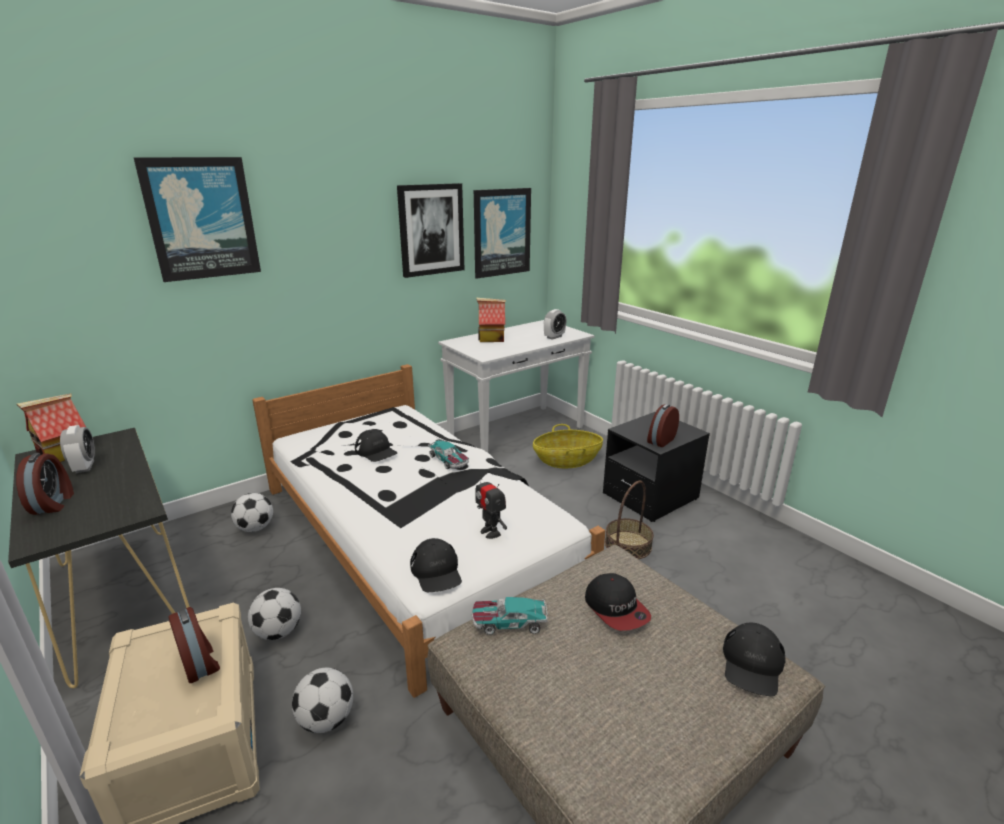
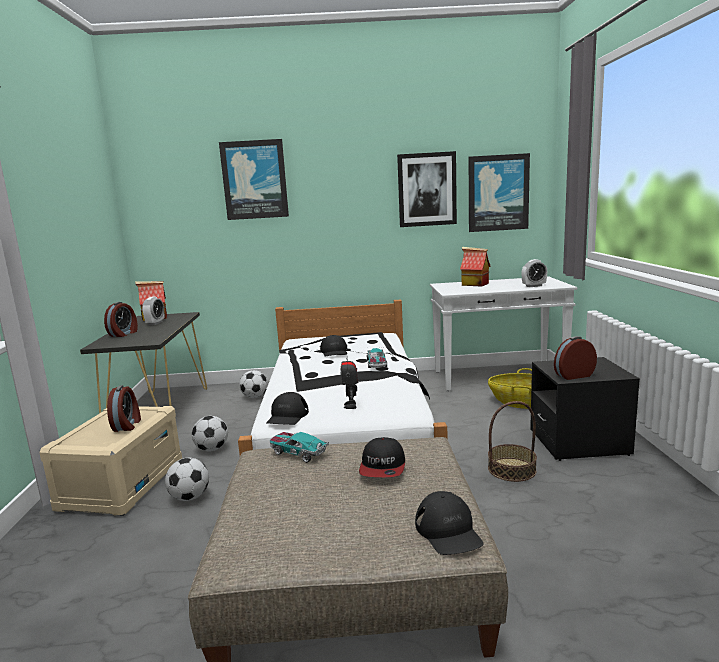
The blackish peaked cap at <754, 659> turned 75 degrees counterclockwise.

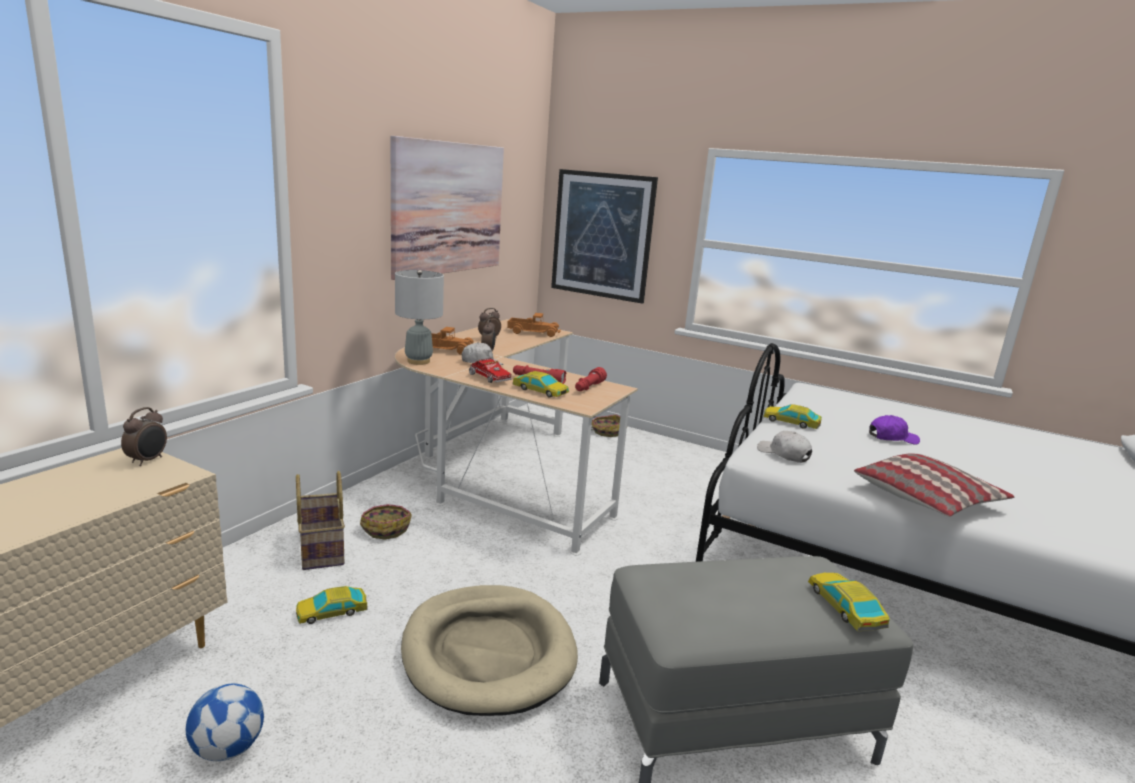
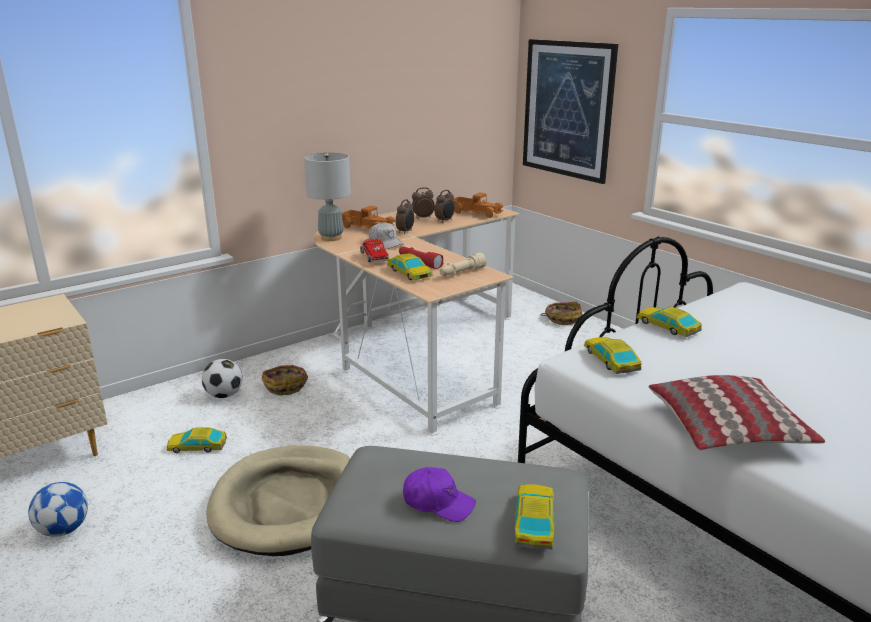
The wall picture at <447, 208> disappeared.
The alarm clock moved from <144, 436> to <444, 206>.
The purple peaked cap moved from <894, 430> to <439, 494>.
The household basket at <320, 520> was replaced by the football at <222, 378>.
The white-coloured peaked cap at <784, 447> was replaced by the miniature car at <613, 355>.
The reddish hand torch at <591, 379> became the beige-coloured hand torch at <463, 264>.

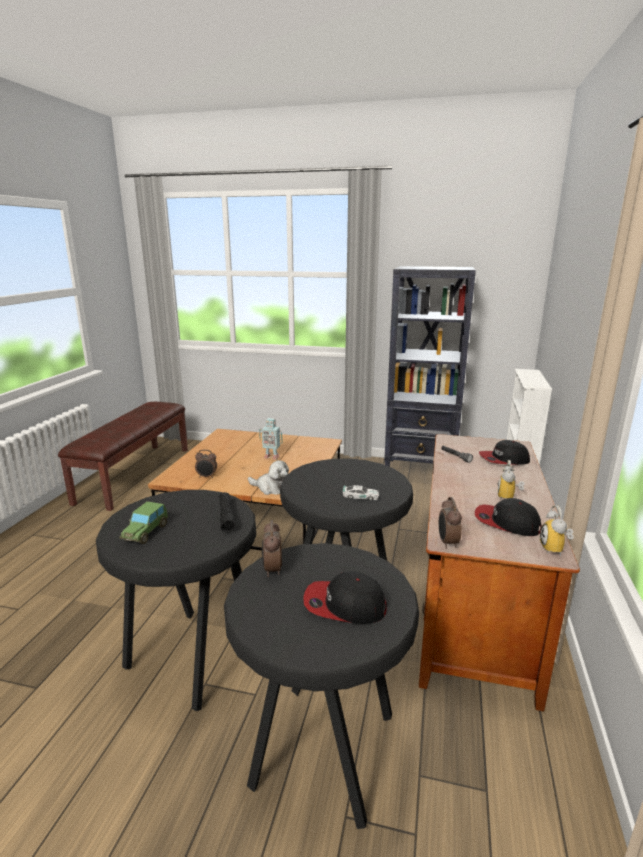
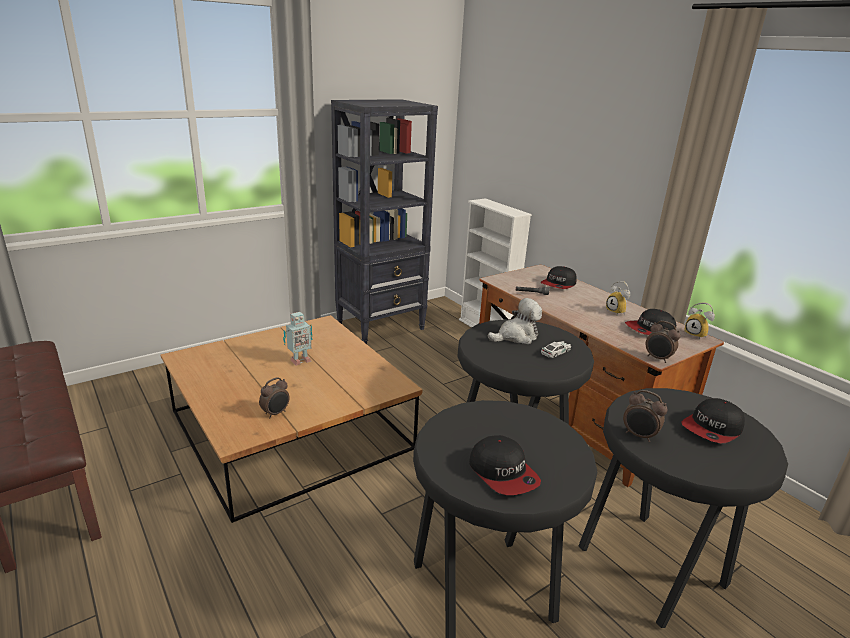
The blackish hand torch at <227, 512> disappeared.
The cuddly toy moved from <268, 477> to <515, 321>.
The miniature car at <143, 522> was replaced by the peaked cap at <505, 465>.

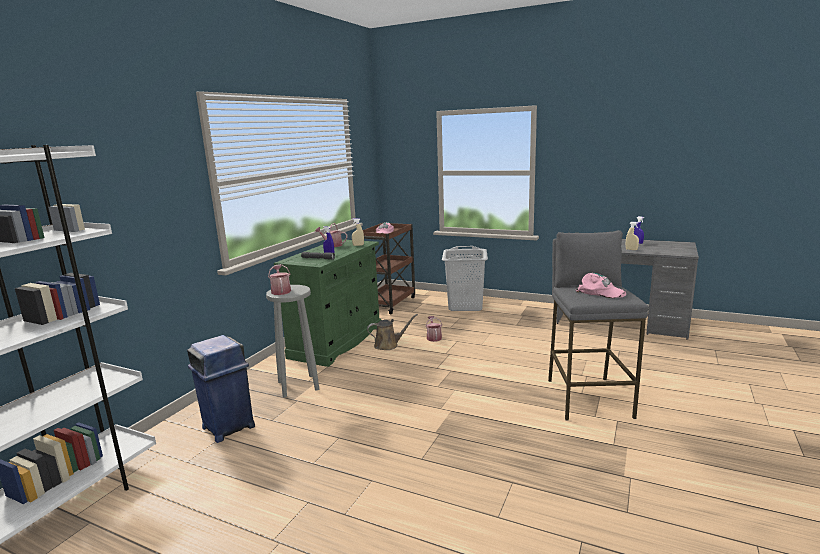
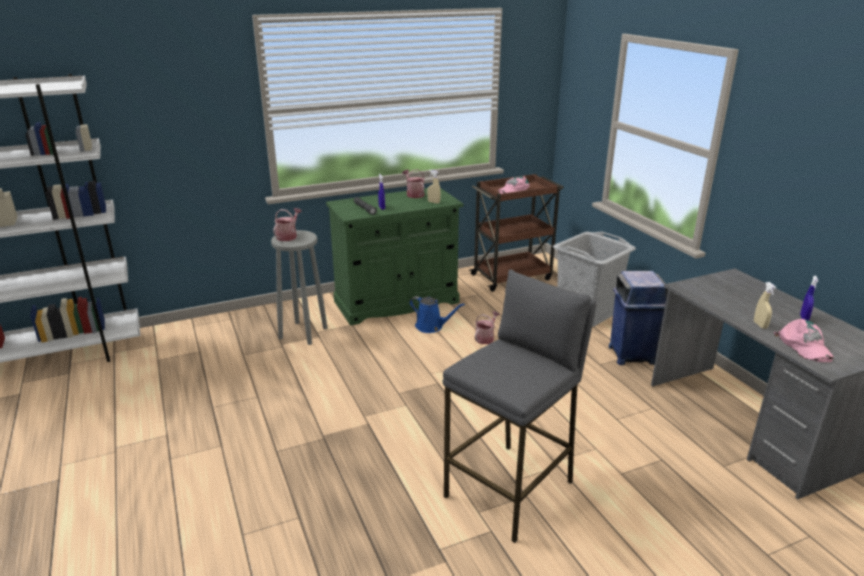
The blue-coloured waste bin moved from <221, 389> to <638, 318>.
The pink-coloured peaked cap moved from <601, 285> to <804, 340>.
The brown-coloured watering can at <392, 332> became the blue-coloured watering can at <437, 314>.

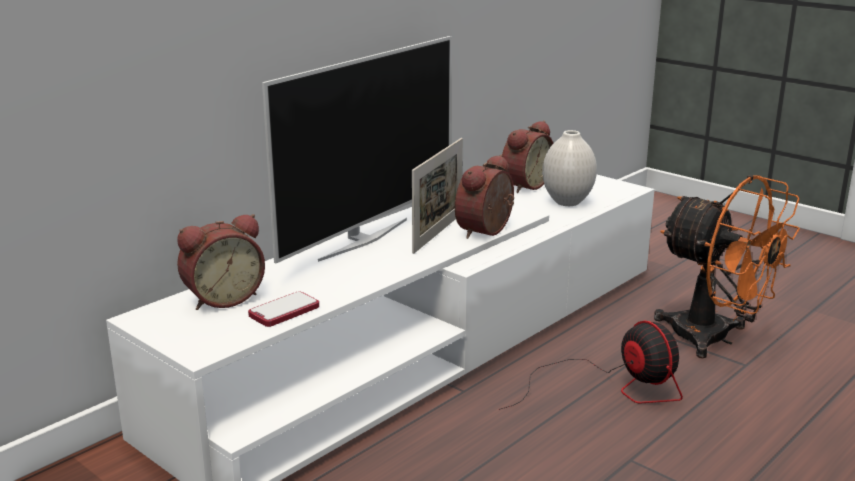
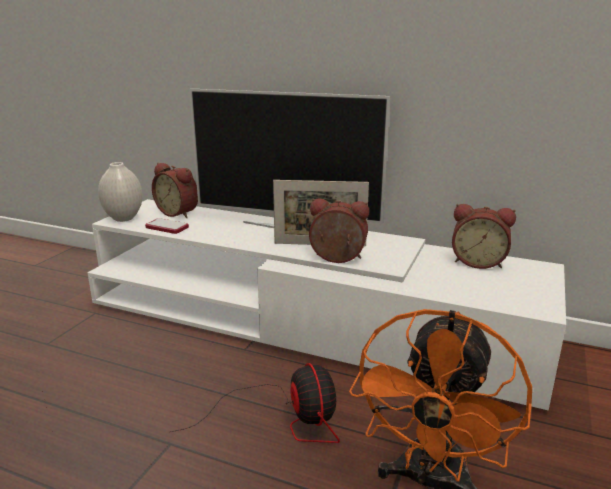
The white-coloured vase moved from <569, 168> to <120, 192>.
The fan at <591, 365> turned 60 degrees counterclockwise.

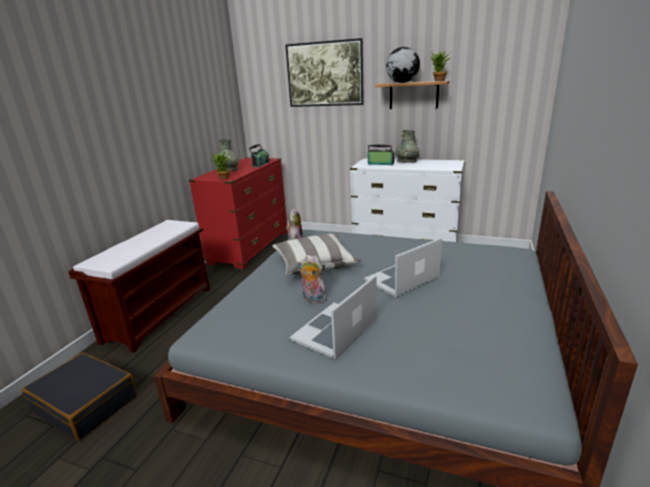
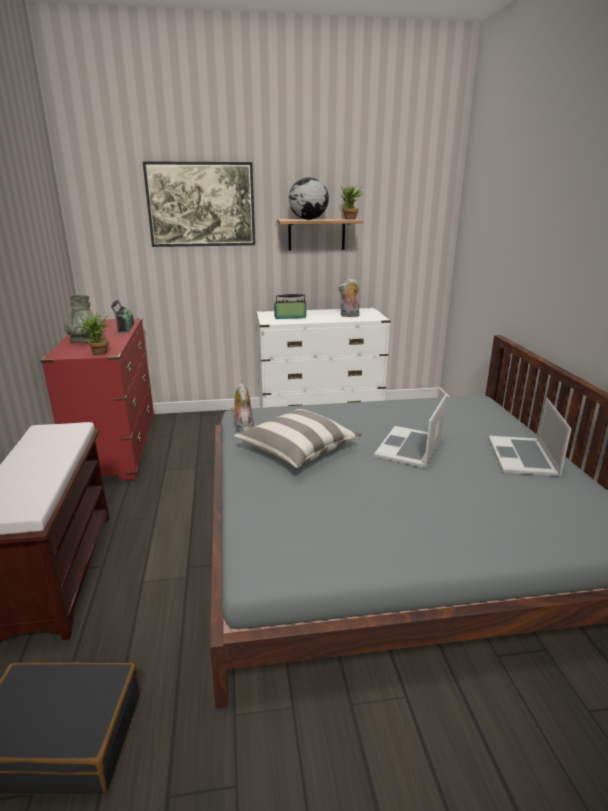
The grey vase at <407, 146> disappeared.
The portable computer moved from <333, 317> to <529, 437>.
The cuddly toy moved from <312, 279> to <349, 297>.

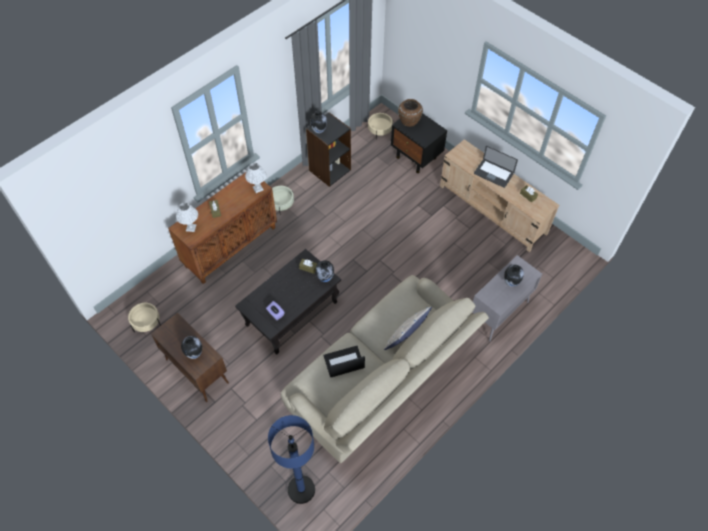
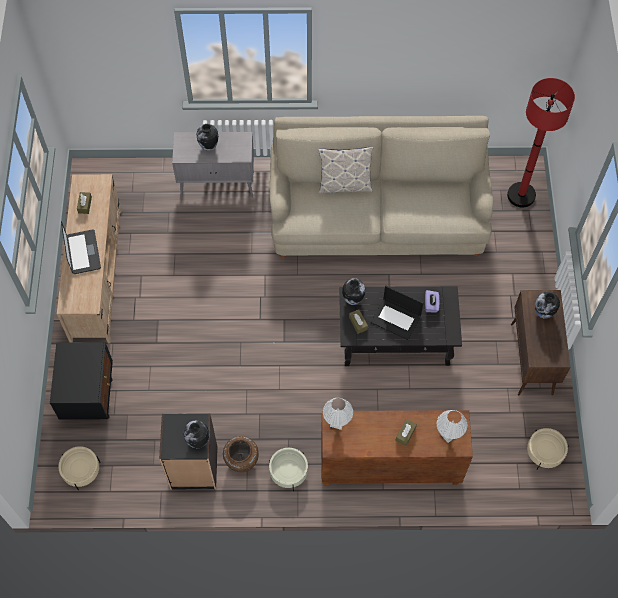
The portable computer moved from <344, 361> to <397, 312>.
The brown-coloured vase moved from <410, 113> to <241, 454>.
The blue-coloured standard lamp at <291, 459> became the reddish standard lamp at <541, 143>.

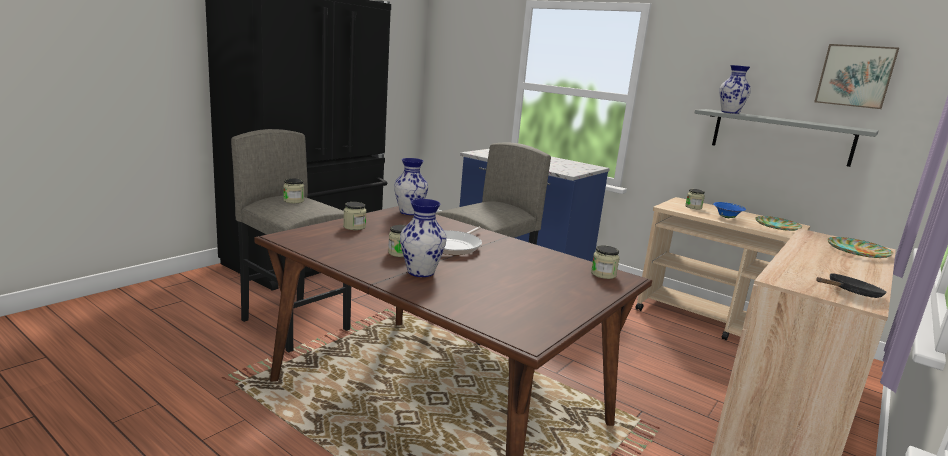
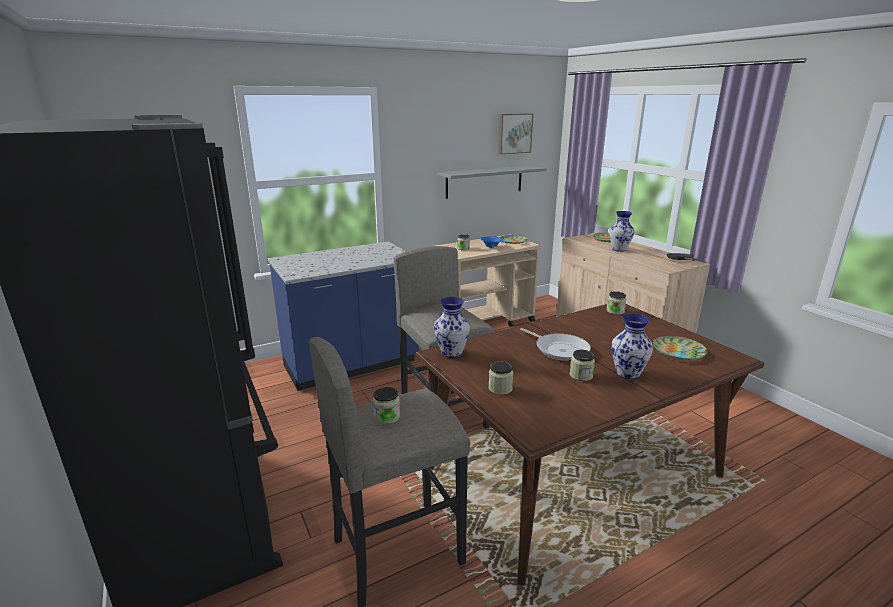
The dinner plate at <680, 348> appeared.
The vase moved from <735, 89> to <621, 231>.

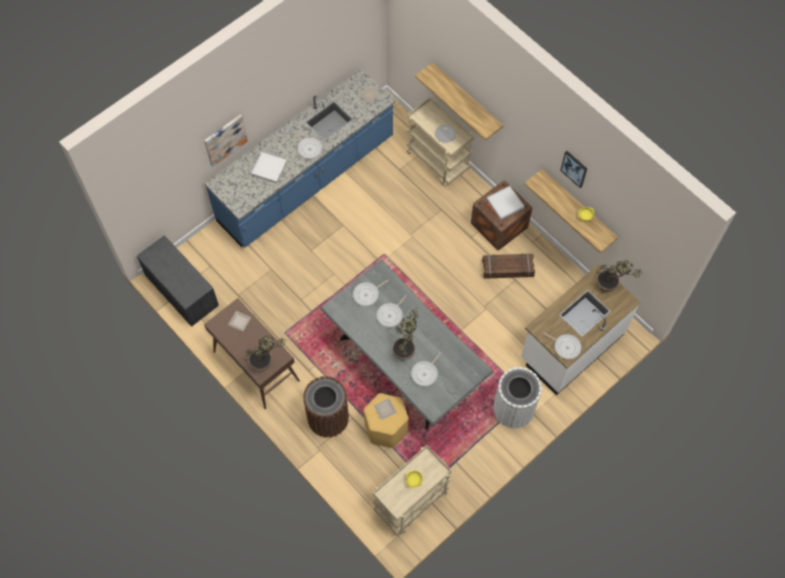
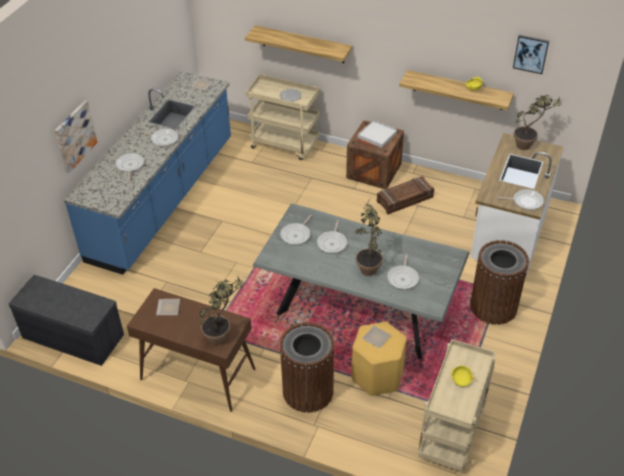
The wall picture moved from <573, 169> to <531, 54>.
The white-coloured tray at <269, 167> was replaced by the frying pan at <130, 168>.
The white-coloured waste bin at <517, 398> became the brown-coloured waste bin at <499, 282>.

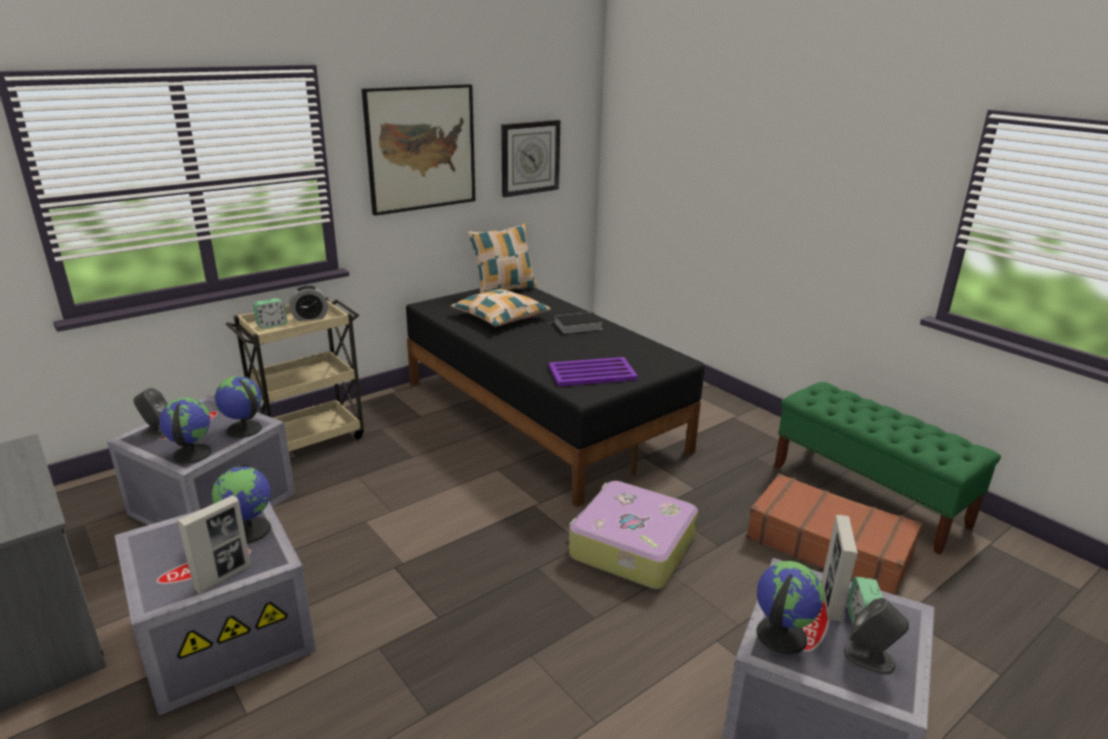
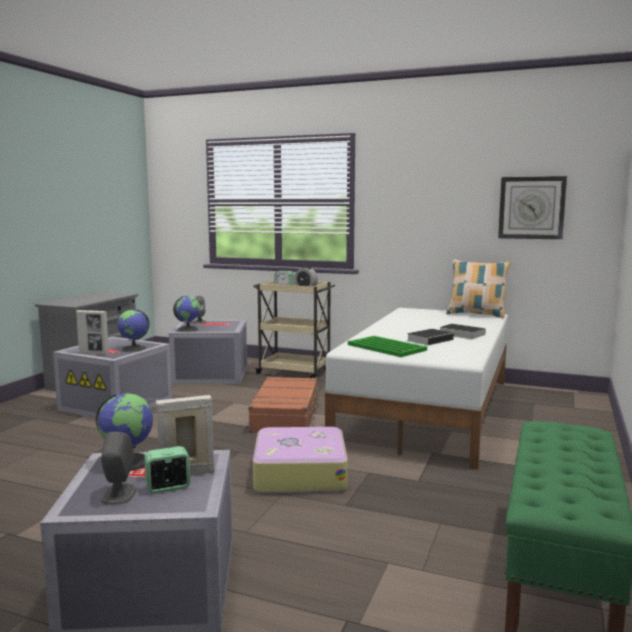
The desk globe at <238, 407> disappeared.
The wall picture at <418, 150> disappeared.
The pillow at <501, 308> disappeared.
The bound book at <430, 337> appeared.
The brown-coloured suitcase moved from <834, 534> to <284, 404>.
The blackish bed at <555, 397> became the white-coloured bed at <416, 389>.
The purple tray at <593, 371> became the green-coloured tray at <387, 346>.

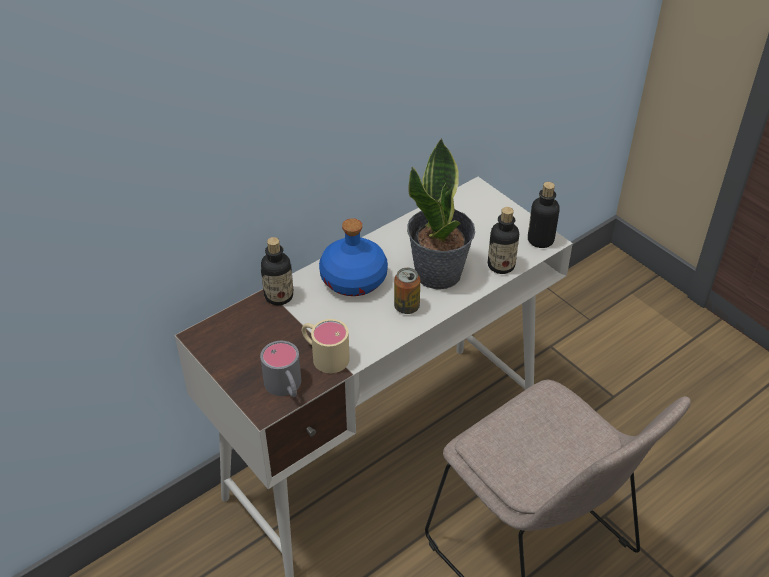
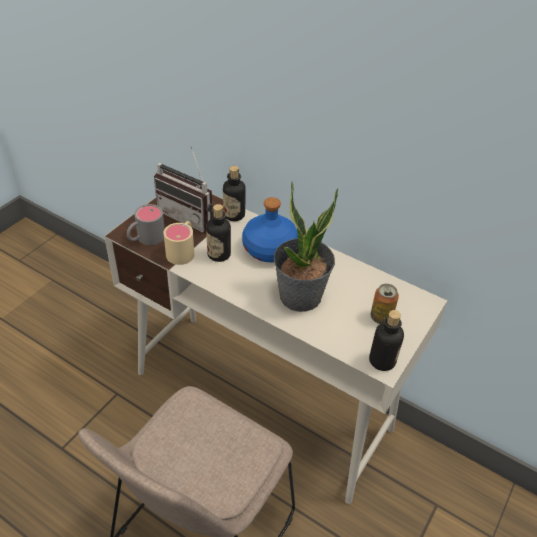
The radio at <183, 189> appeared.
The can moved from <407, 291> to <385, 304>.
The beverage bottle moved from <503, 240> to <218, 233>.

